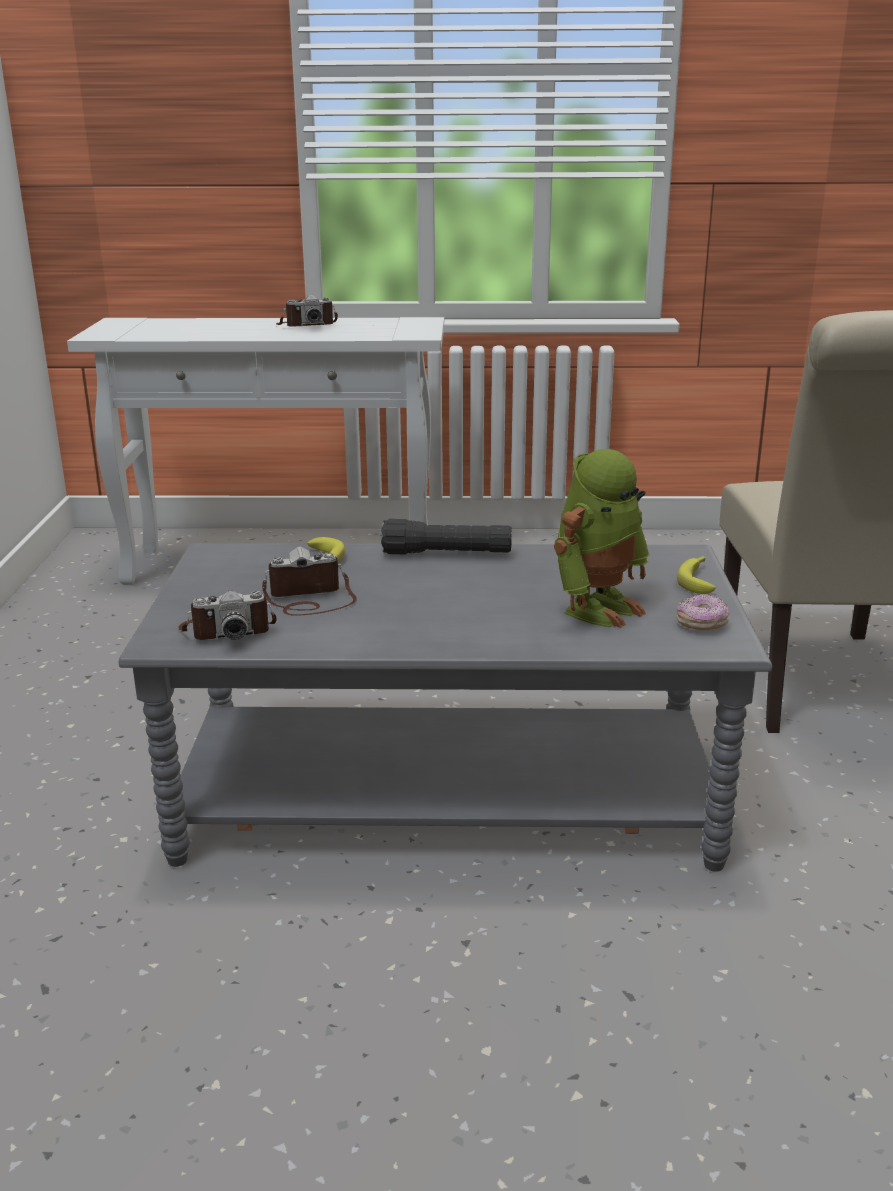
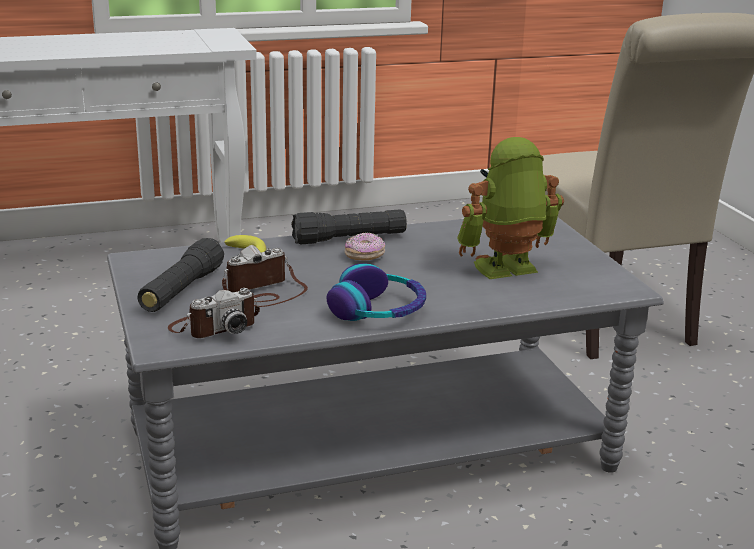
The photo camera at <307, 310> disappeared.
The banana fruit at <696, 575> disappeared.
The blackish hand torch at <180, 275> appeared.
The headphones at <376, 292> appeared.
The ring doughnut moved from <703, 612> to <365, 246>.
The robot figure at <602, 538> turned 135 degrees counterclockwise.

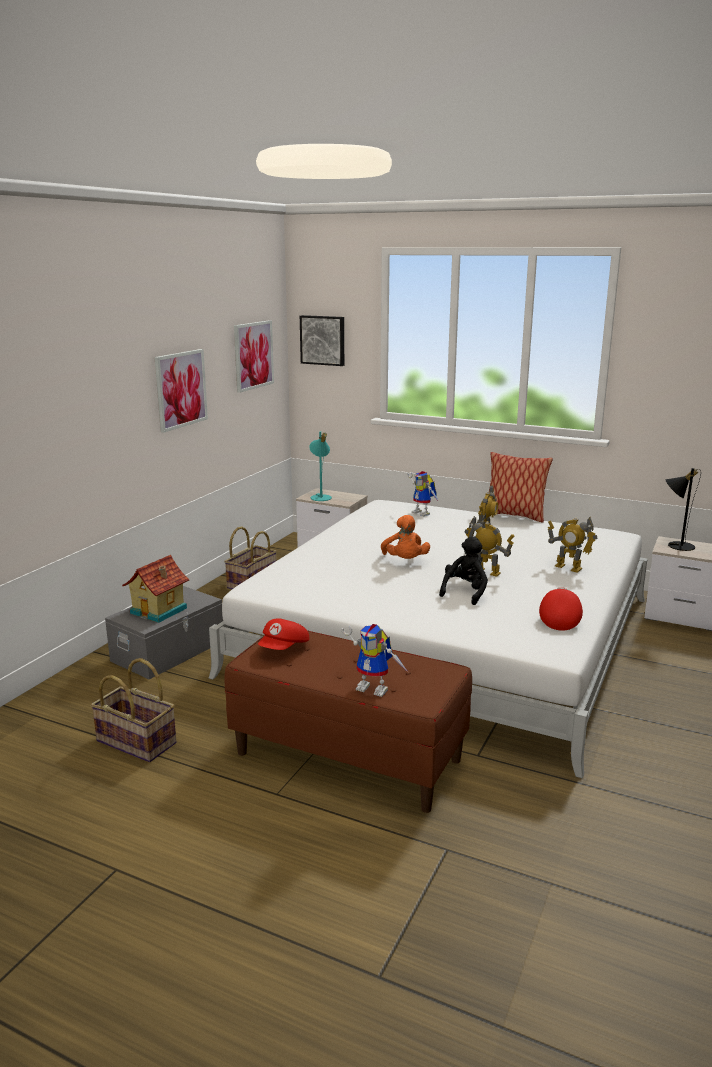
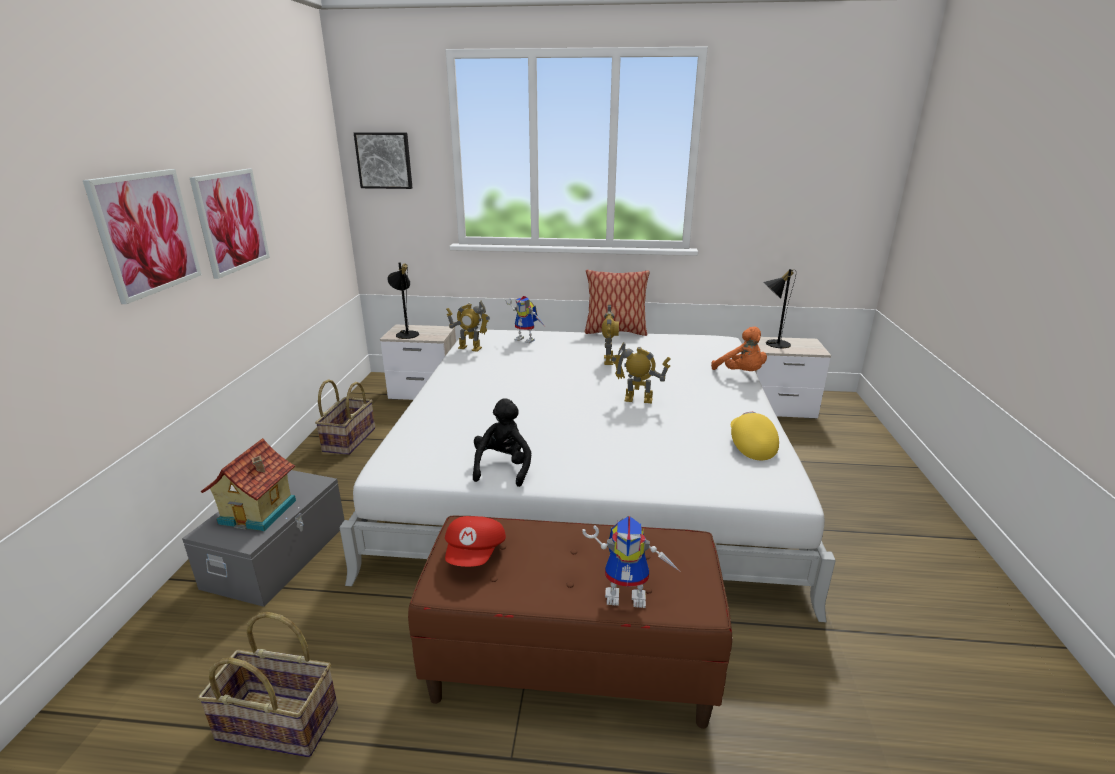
The wall picture moved from <254, 356> to <142, 236>.
The orange-coloured cuddly toy moved from <405, 537> to <739, 349>.
The blackish cuddly toy moved from <463, 570> to <502, 442>.
The robot figure moved from <573, 545> to <468, 326>.
The turquoise table lamp at <320, 466> became the blackish table lamp at <403, 301>.
The reddish peaked cap at <561, 609> became the yellow peaked cap at <755, 436>.

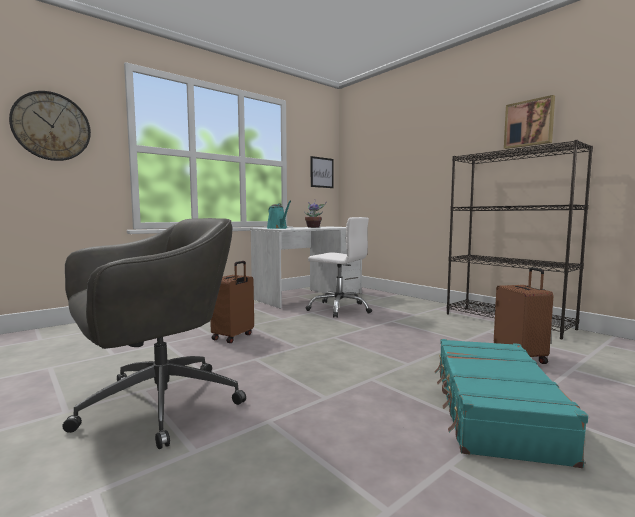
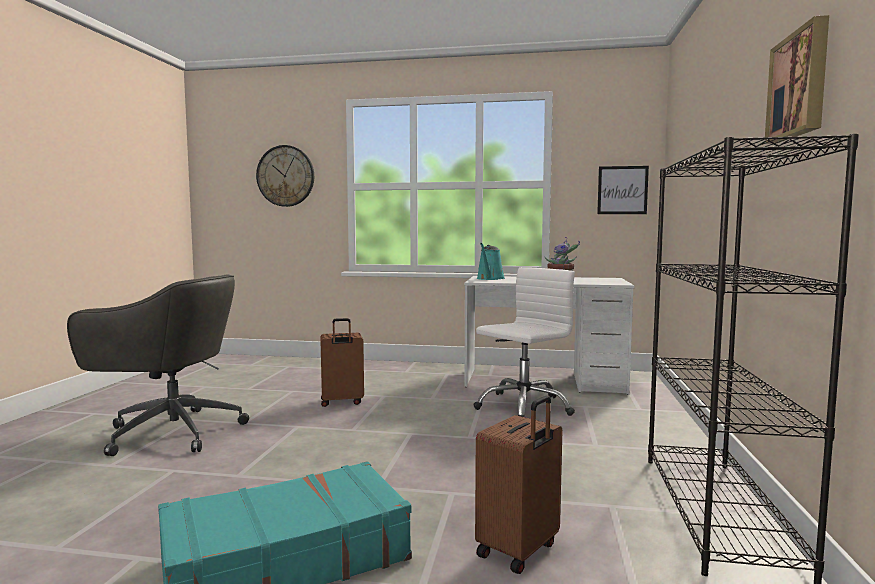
The white-coloured computer chair at <339, 267> turned 120 degrees counterclockwise.

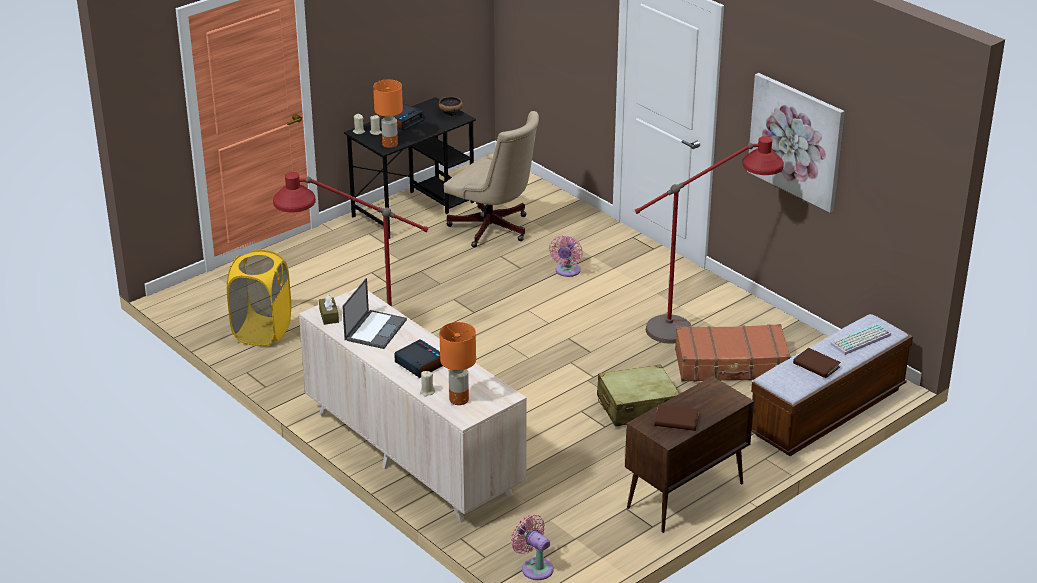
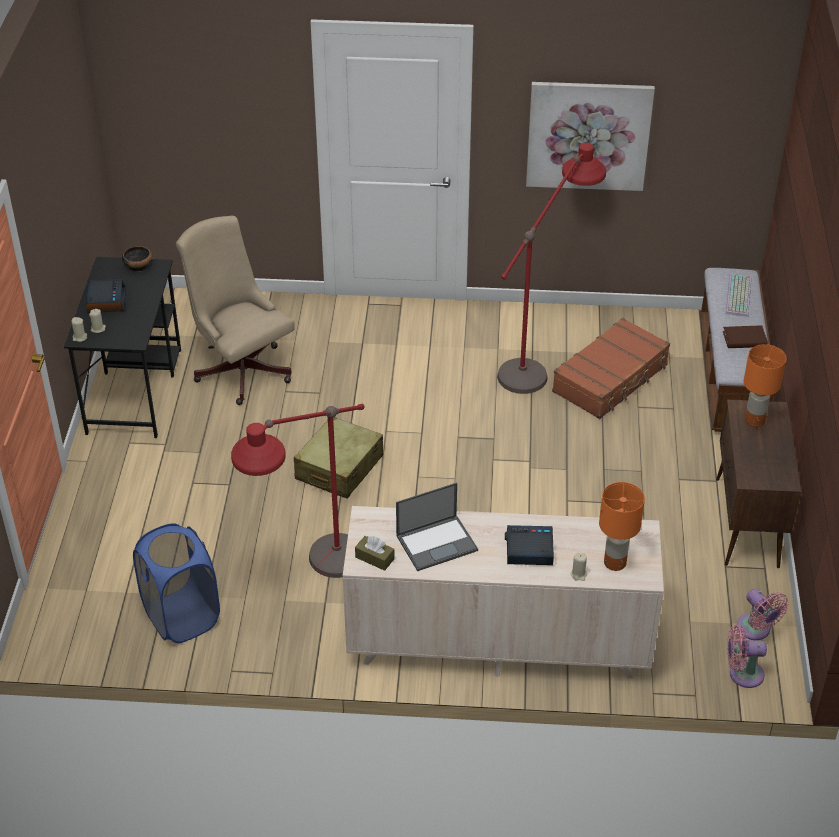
The brown-coloured bound book at <676, 417> disappeared.
The orange-coloured table lamp moved from <388, 114> to <765, 385>.
The pink-coloured fan moved from <566, 256> to <763, 614>.
The beige-coloured suitcase moved from <638, 395> to <338, 458>.
The yellow laundry basket at <259, 298> became the blue-coloured laundry basket at <176, 583>.
The portable computer at <374, 313> turned 90 degrees clockwise.
The beige-coloured computer chair at <491, 179> turned 120 degrees counterclockwise.

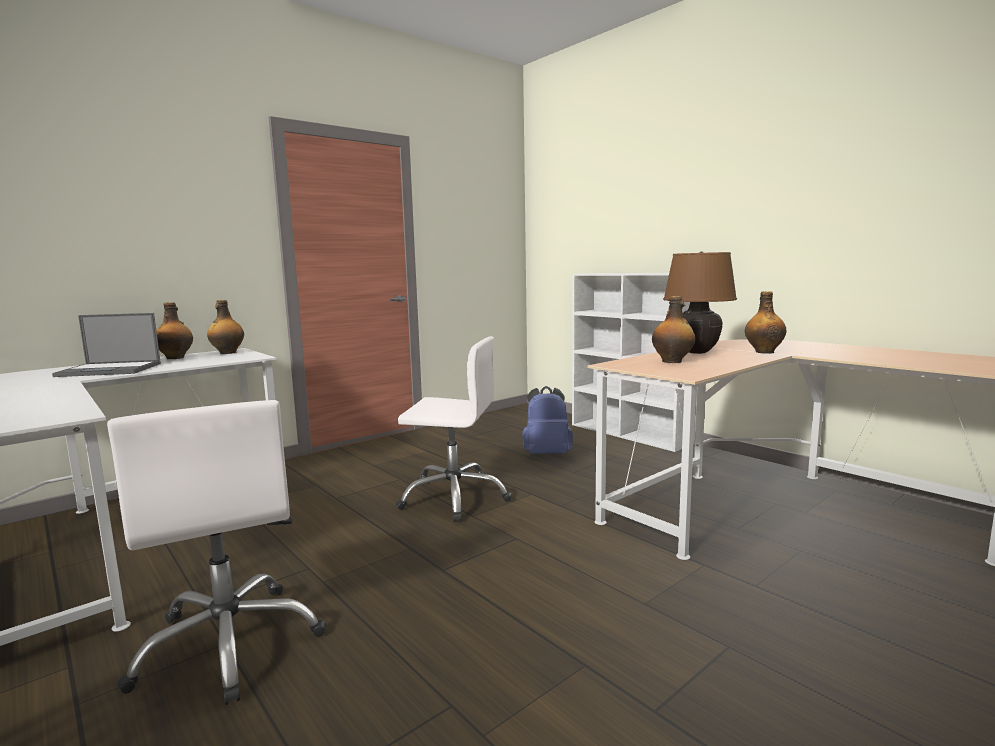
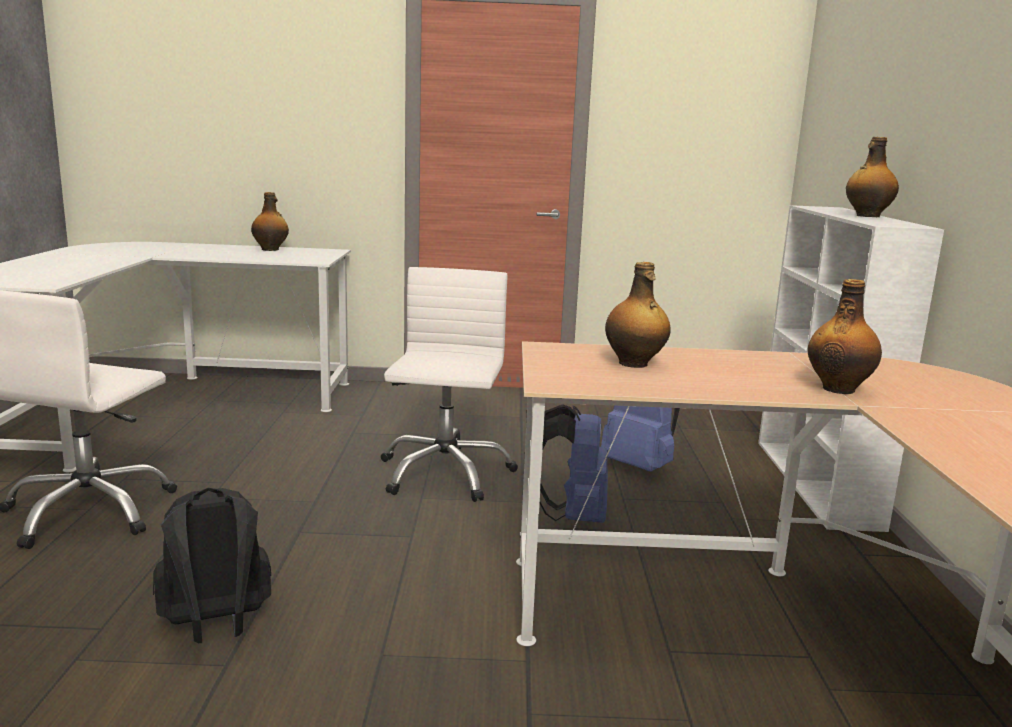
The portable computer at <106, 345> disappeared.
The brown-coloured table lamp at <700, 302> disappeared.
The blackish backpack at <212, 565> appeared.
The blue-coloured backpack at <574, 463> appeared.
The beverage bottle moved from <225, 327> to <872, 177>.
The white-coloured computer chair at <454, 429> turned 135 degrees counterclockwise.

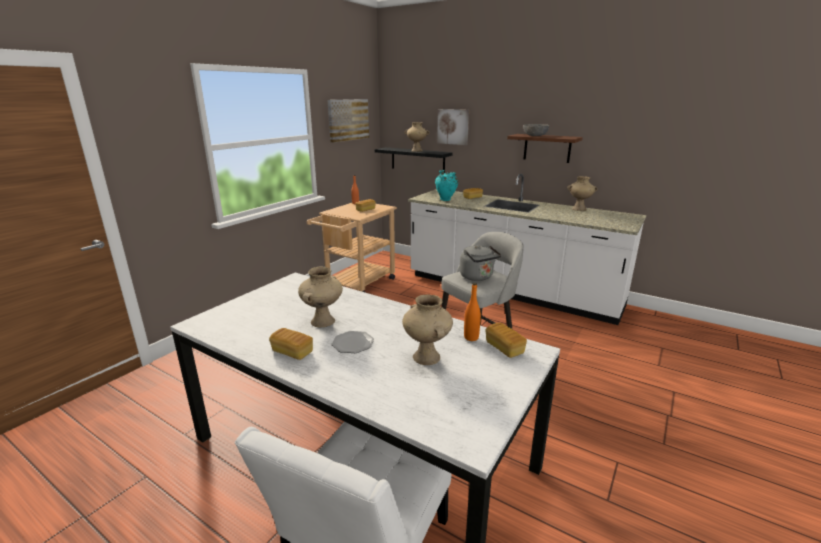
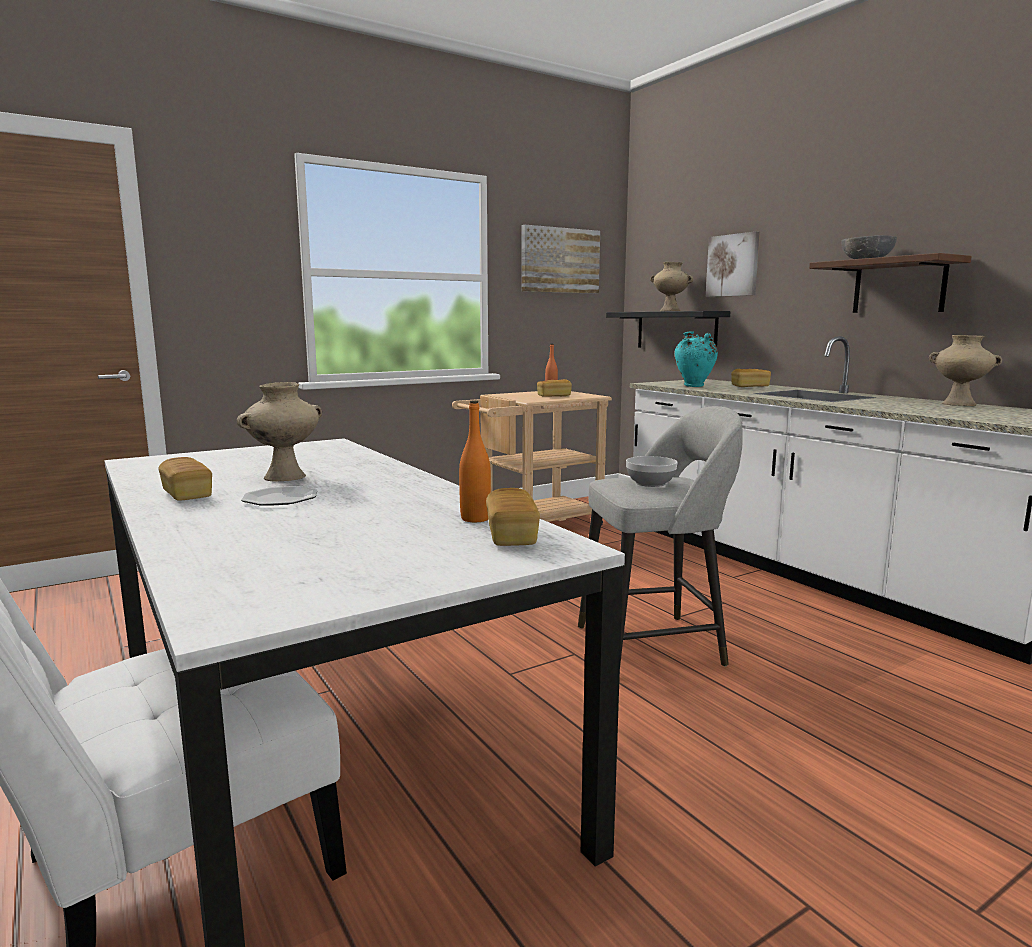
The beige-coloured vase at <427, 329> disappeared.
The grey tea kettle at <480, 263> was replaced by the bowl at <651, 471>.

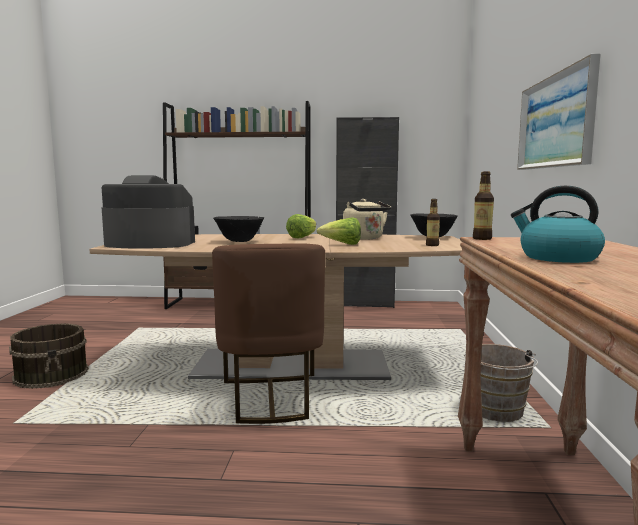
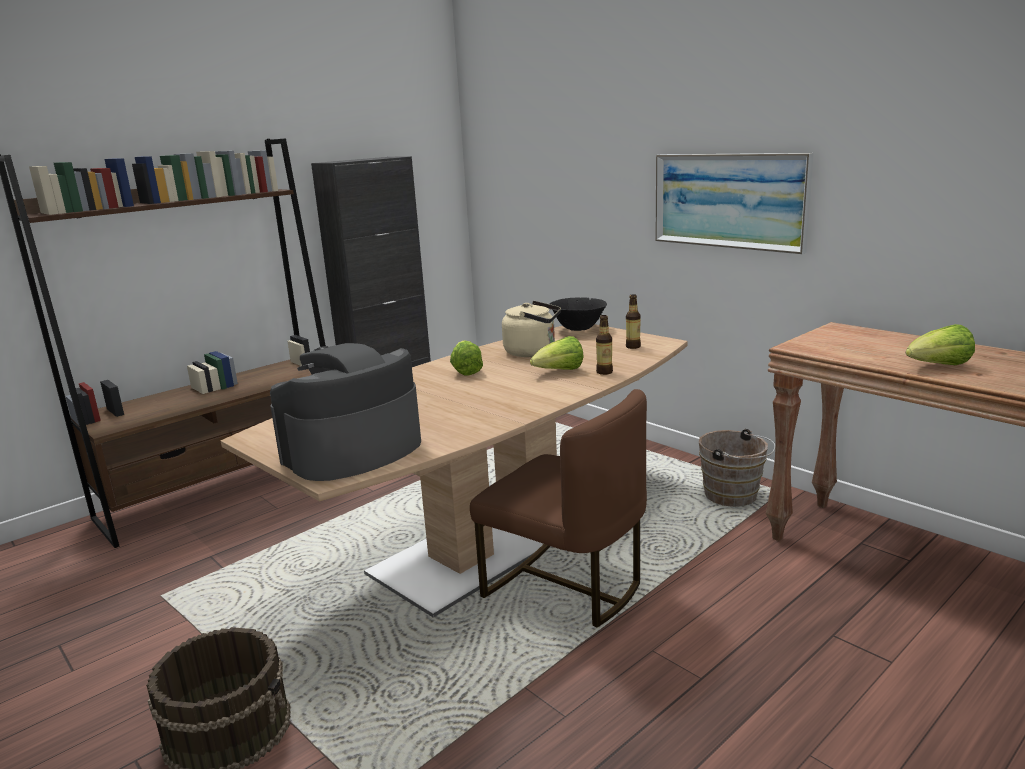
The blackish bowl at <238, 229> disappeared.
The beverage bottle moved from <483, 205> to <604, 345>.
The tea kettle at <558, 224> was replaced by the head of lettuce at <940, 344>.

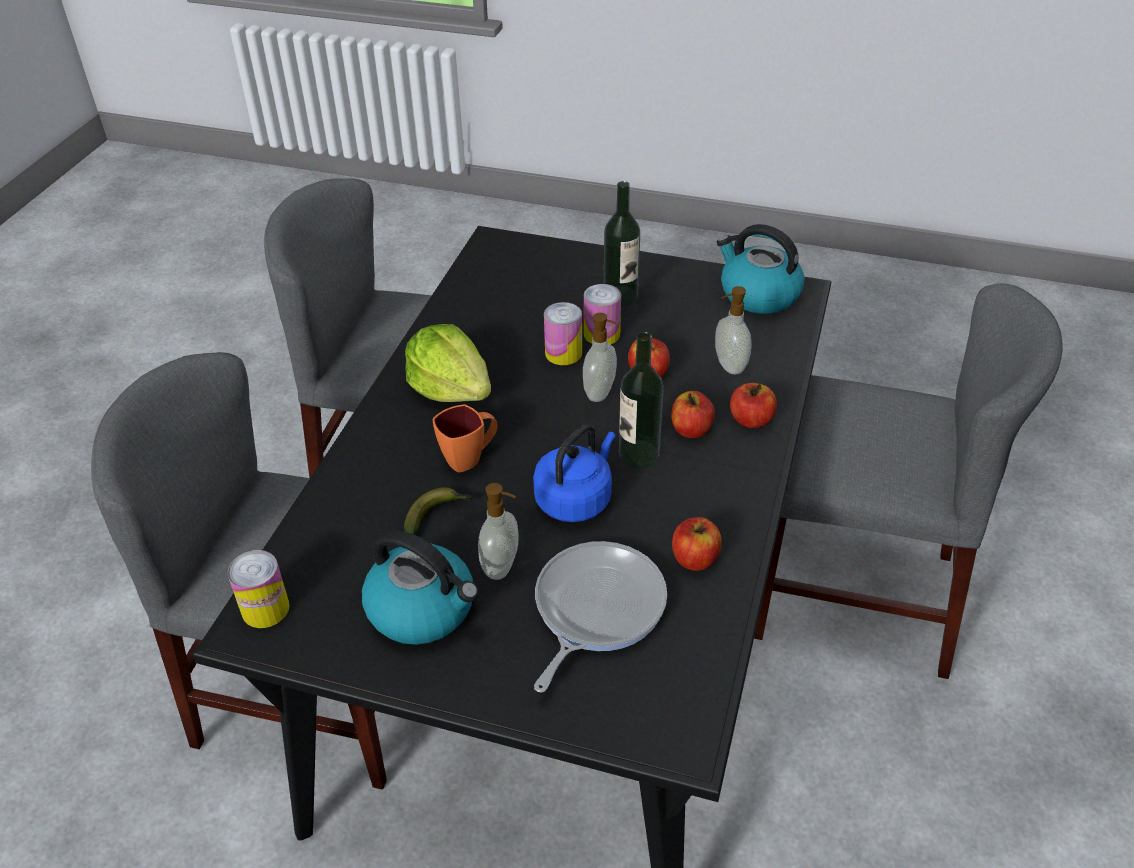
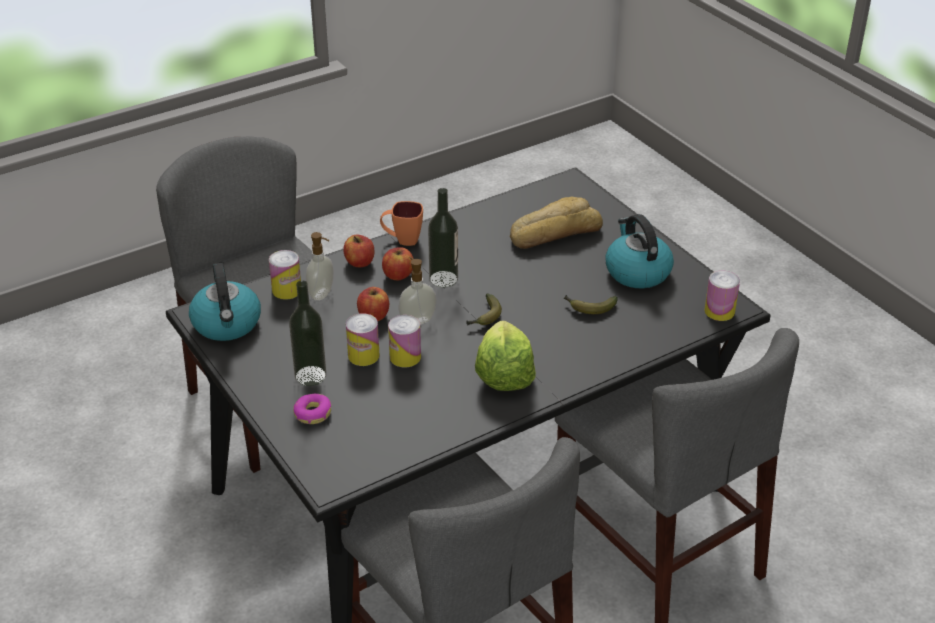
The liquid soap bottle at <498, 531> disappeared.
The blue-coloured tea kettle at <574, 473> disappeared.
The apple at <697, 544> disappeared.
The can at <285, 275> appeared.
The ring doughnut at <312, 409> appeared.
The banana fruit at <484, 309> appeared.
The orange-coloured tea mug moved from <465, 438> to <401, 223>.
The frying pan at <600, 617> was replaced by the bakery bread at <556, 223>.

